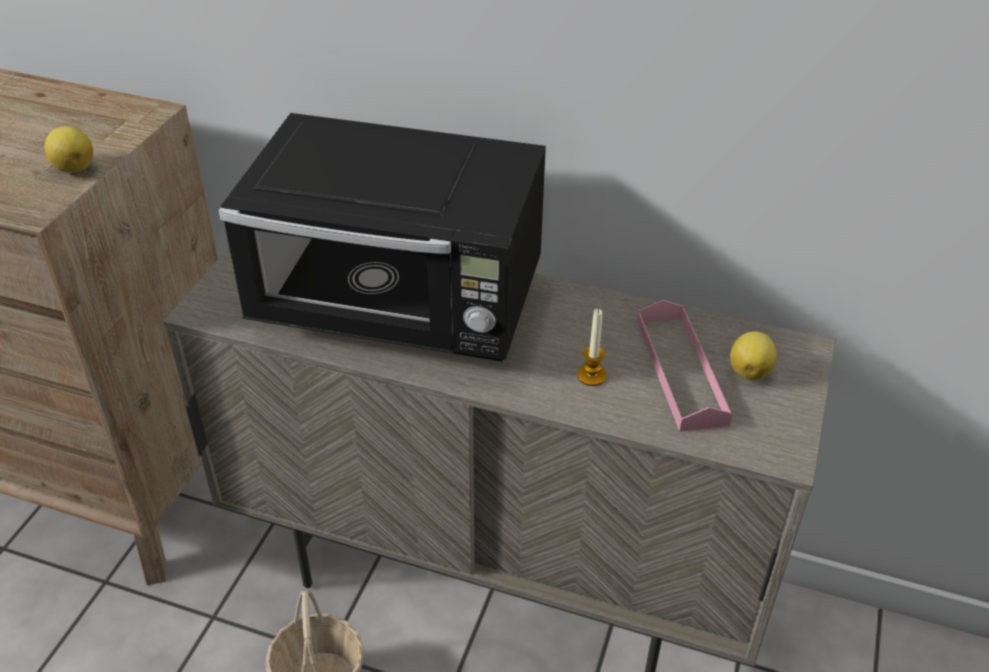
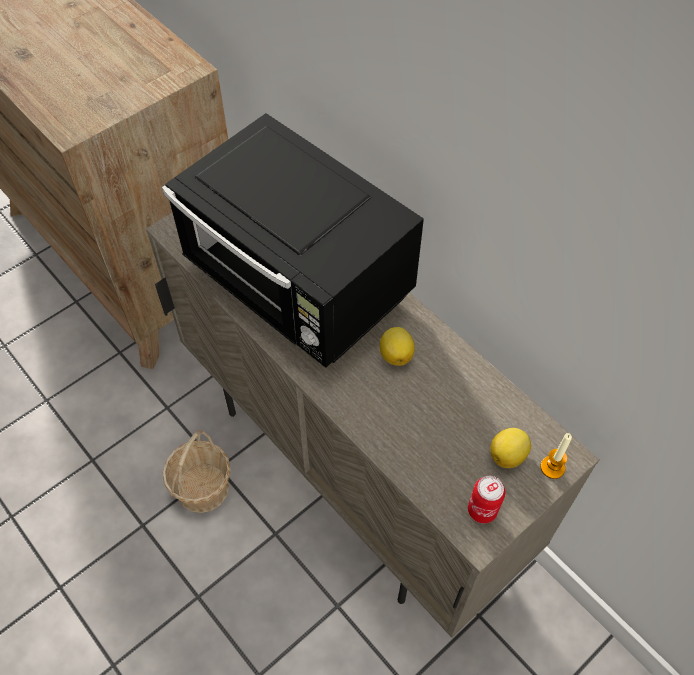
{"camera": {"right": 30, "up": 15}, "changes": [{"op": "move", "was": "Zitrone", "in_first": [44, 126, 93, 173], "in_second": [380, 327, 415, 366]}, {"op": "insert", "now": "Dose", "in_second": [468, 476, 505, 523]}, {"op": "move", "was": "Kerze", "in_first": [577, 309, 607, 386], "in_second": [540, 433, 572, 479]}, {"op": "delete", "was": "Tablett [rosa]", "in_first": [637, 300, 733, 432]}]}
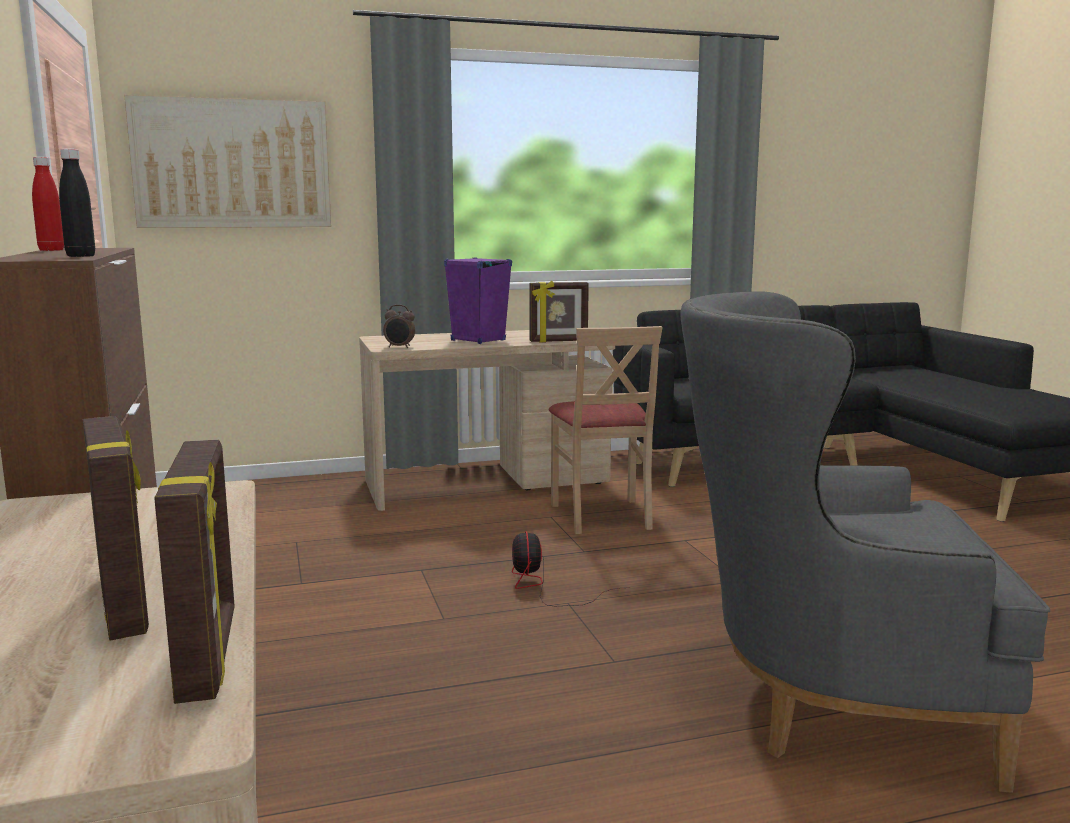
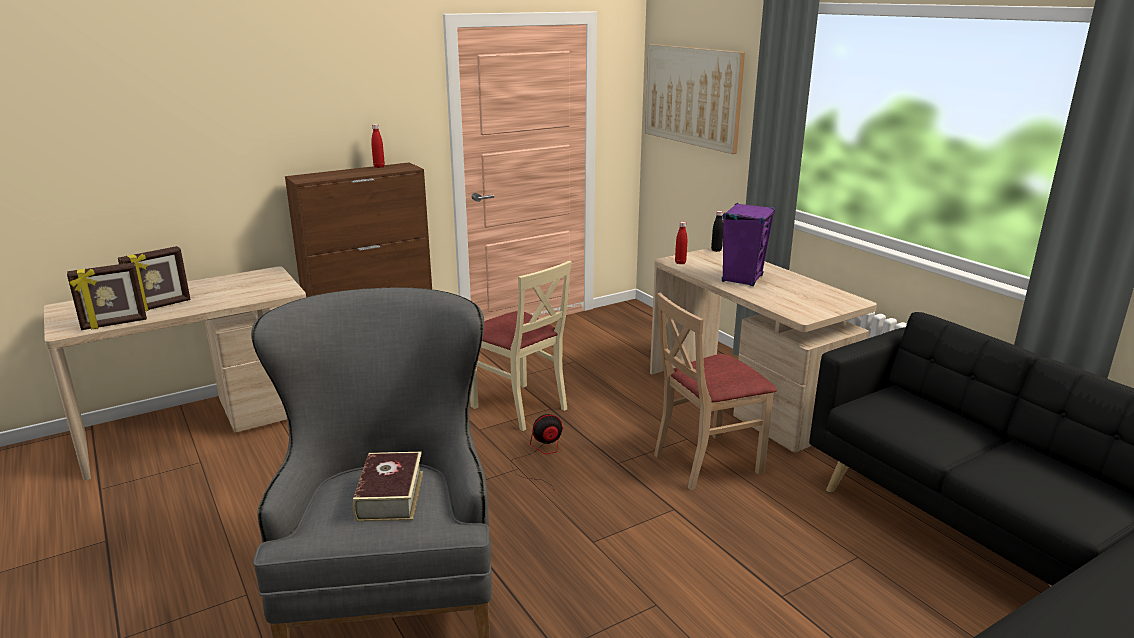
{"camera": {"right": 75, "up": 10}, "changes": [{"op": "insert", "now": "Buch", "in_second": [353, 452, 423, 522]}, {"op": "insert", "now": "Stuhl [beige]", "in_second": [470, 261, 572, 431]}, {"op": "replace", "was": "Wecker", "now": "Flasche [rot]", "in_first": [383, 305, 415, 348], "in_second": [675, 222, 687, 264]}, {"op": "move", "was": "Flasche [schwarz]", "in_first": [59, 149, 95, 257], "in_second": [711, 211, 723, 252]}, {"op": "delete", "was": "Bilderrahmen", "in_first": [530, 281, 589, 343]}]}
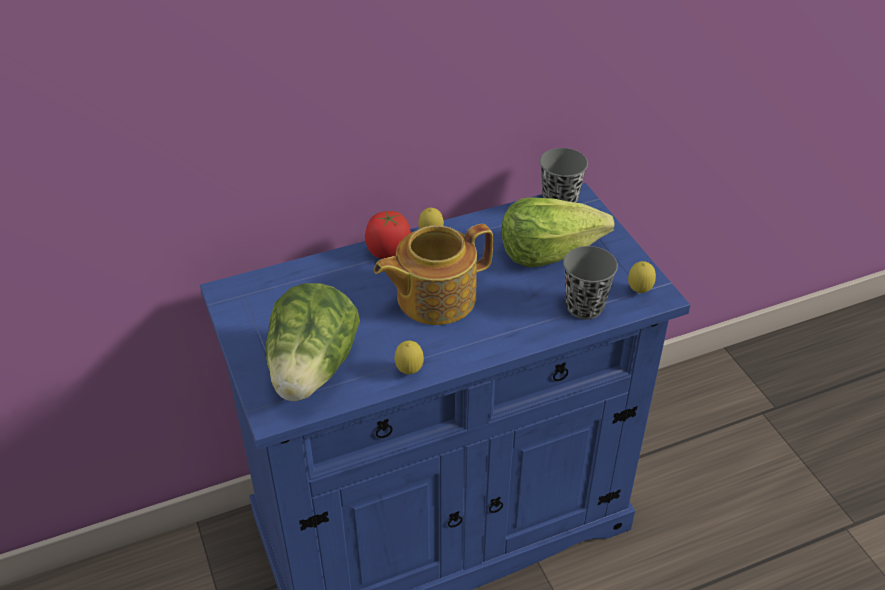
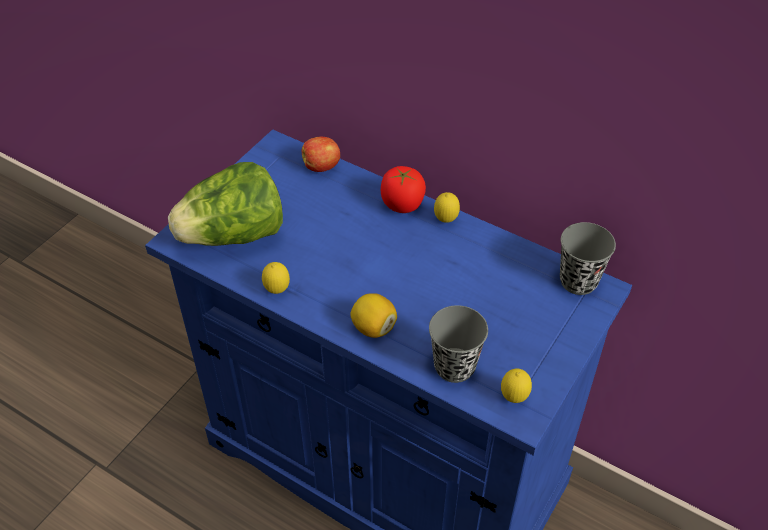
{"camera": {"right": 55, "up": 5}, "changes": [{"op": "insert", "now": "Apfel", "in_second": [301, 137, 340, 172]}, {"op": "insert", "now": "Zitrone", "in_second": [350, 293, 397, 338]}, {"op": "delete", "was": "Teekanne", "in_first": [374, 224, 493, 325]}, {"op": "delete", "was": "Salatkopf", "in_first": [502, 197, 615, 267]}]}
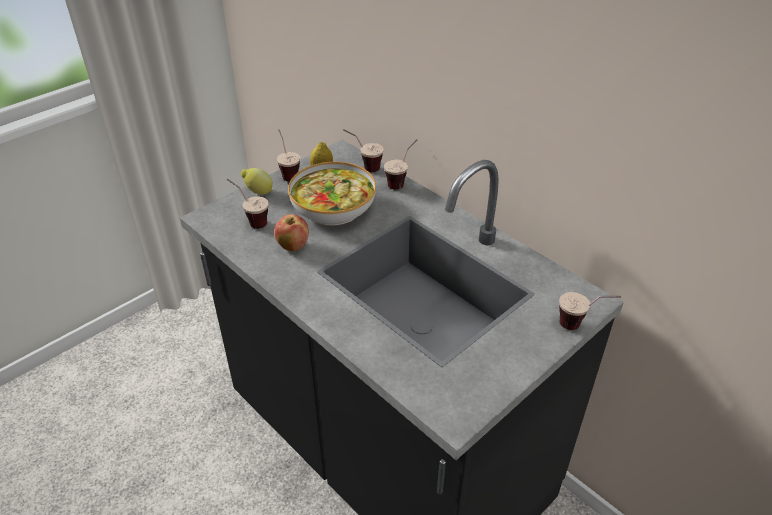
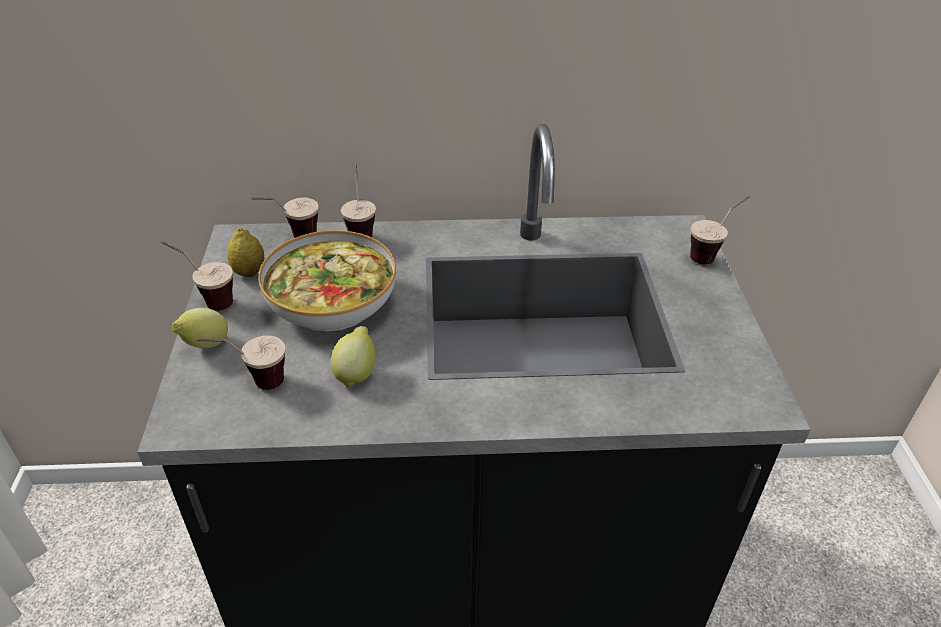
{"camera": {"right": -50, "up": 0}, "changes": [{"op": "replace", "was": "Apfel", "now": "Zitrone", "in_first": [274, 214, 309, 251], "in_second": [331, 326, 375, 388]}]}
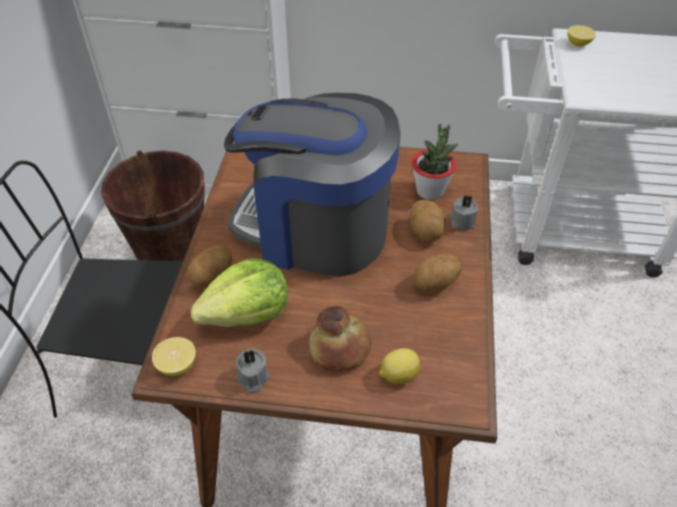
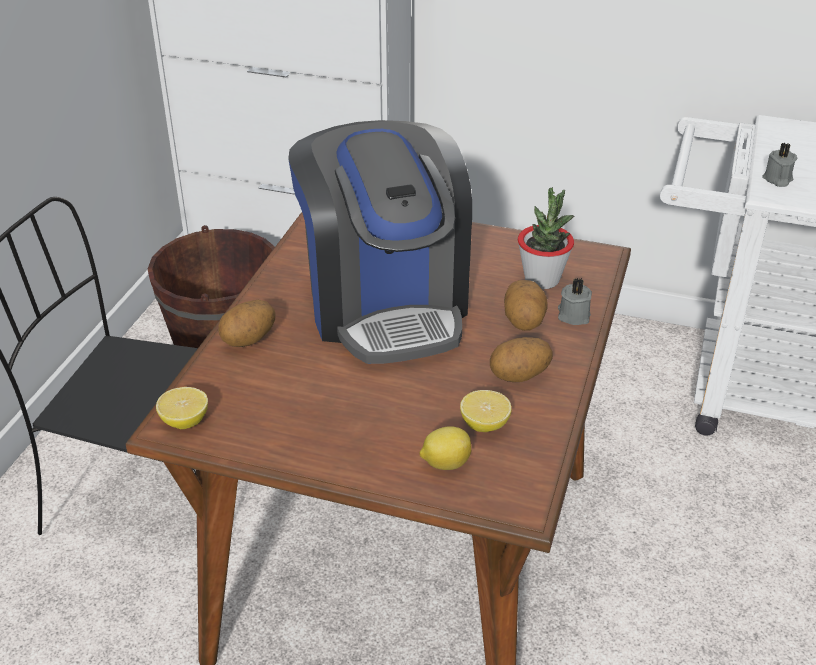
{"camera": {"right": 10, "up": -10}, "changes": [{"op": "rotate", "was": "Kaffeemaschine", "in_first": [224, 93, 401, 276], "in_second": [288, 120, 472, 364], "clockwise": -135}, {"op": "move", "was": "Zitrone", "in_first": [568, 25, 596, 47], "in_second": [460, 390, 512, 432]}, {"op": "move", "was": "Kerze [grau]", "in_first": [236, 349, 269, 393], "in_second": [762, 143, 798, 187]}, {"op": "delete", "was": "Salatkopf", "in_first": [190, 258, 288, 327]}, {"op": "delete", "was": "Brot", "in_first": [309, 306, 371, 371]}]}
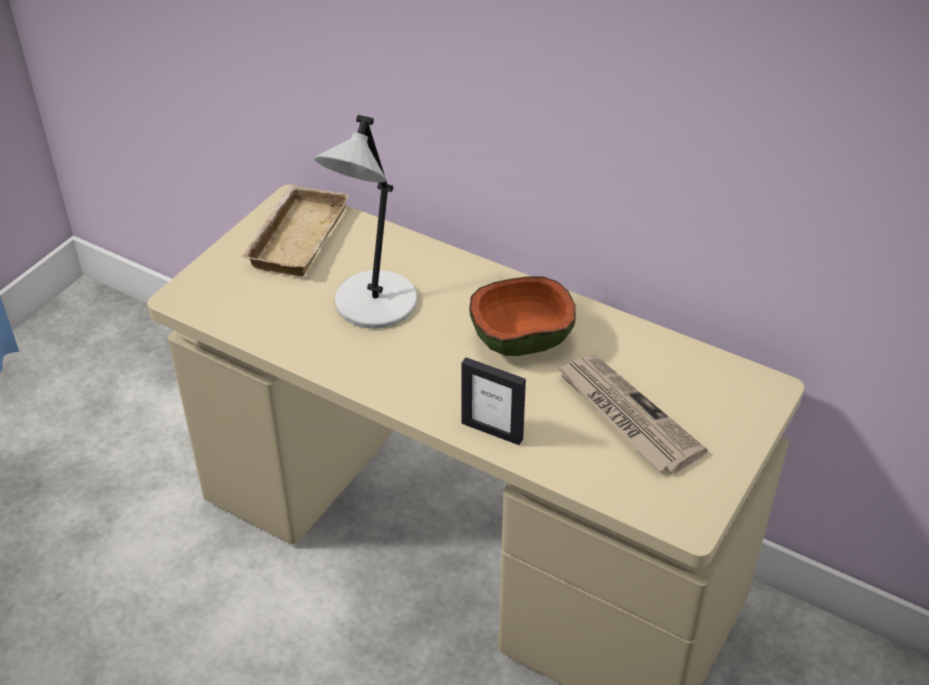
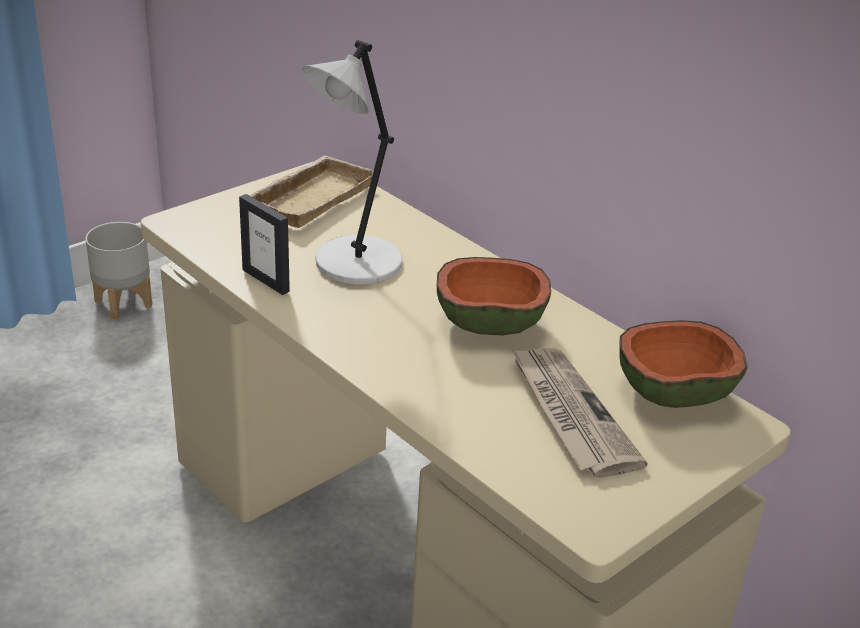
{"camera": {"right": 15, "up": -10}, "changes": [{"op": "insert", "now": "Pflanzkübel [grau]", "in_second": [86, 222, 152, 319]}, {"op": "move", "was": "Bilderrahmen", "in_first": [461, 357, 526, 445], "in_second": [239, 194, 290, 295]}, {"op": "insert", "now": "Schüssel", "in_second": [619, 320, 748, 408]}]}
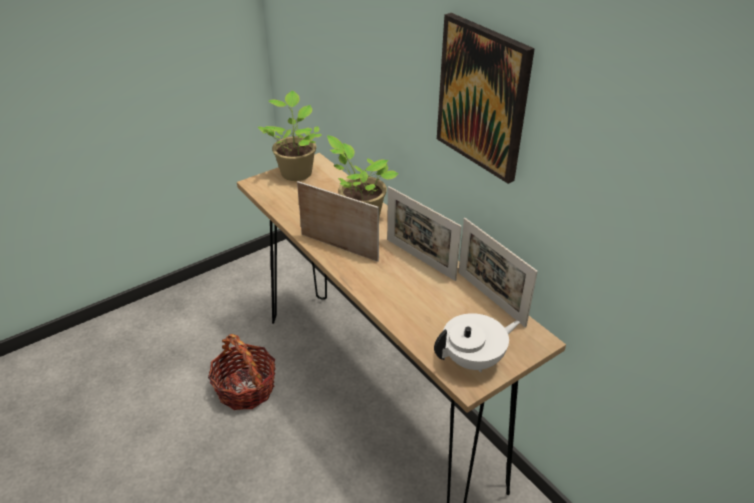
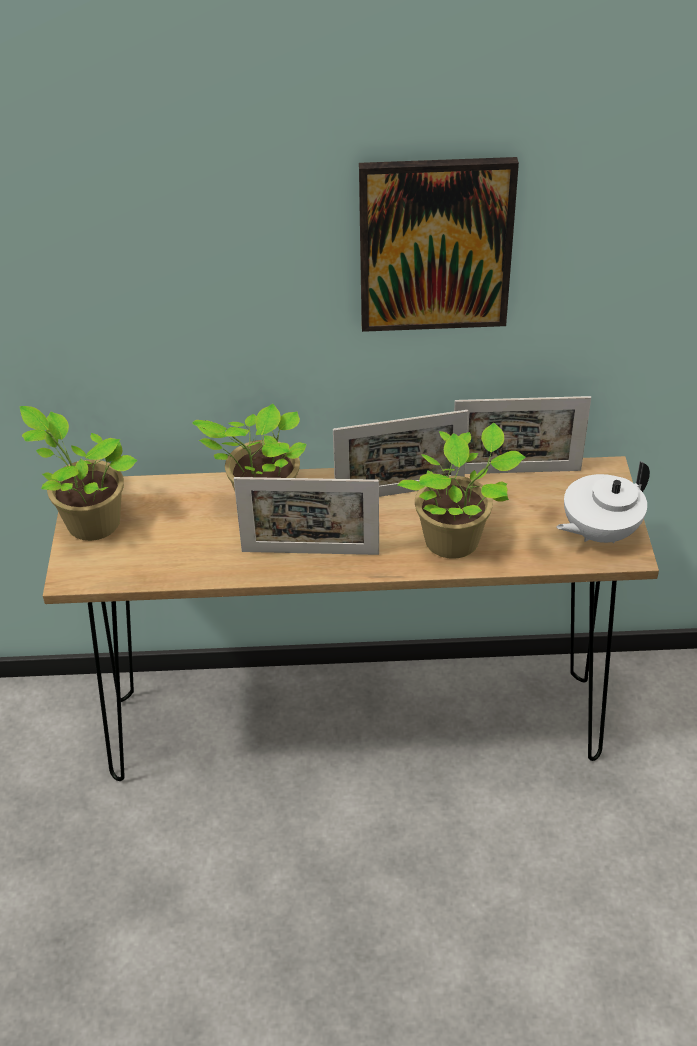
{"camera": {"right": -55, "up": 5}, "changes": [{"op": "rotate", "was": "Bilderrahmen", "in_first": [297, 181, 379, 262], "in_second": [234, 477, 379, 555], "clockwise": -150}, {"op": "insert", "now": "Topfpflanze", "in_second": [398, 423, 525, 559]}, {"op": "rotate", "was": "Teekanne [weiß]", "in_first": [434, 313, 520, 372], "in_second": [556, 461, 650, 543], "clockwise": -135}, {"op": "delete", "was": "Korb", "in_first": [208, 334, 276, 410]}]}
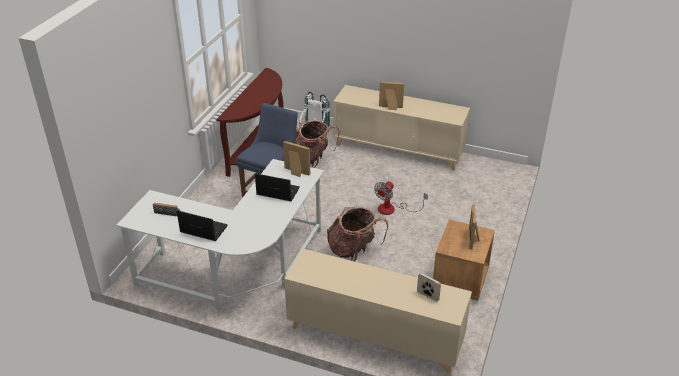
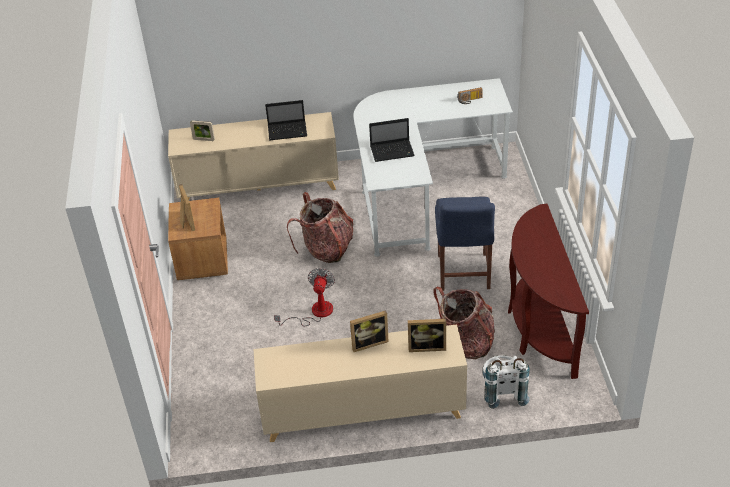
{"camera": {"right": 155, "up": 5}, "changes": [{"op": "move", "was": "Laptop", "in_first": [177, 210, 228, 241], "in_second": [265, 100, 307, 140]}, {"op": "move", "was": "Bilderrahmen", "in_first": [283, 141, 310, 177], "in_second": [408, 319, 446, 352]}]}
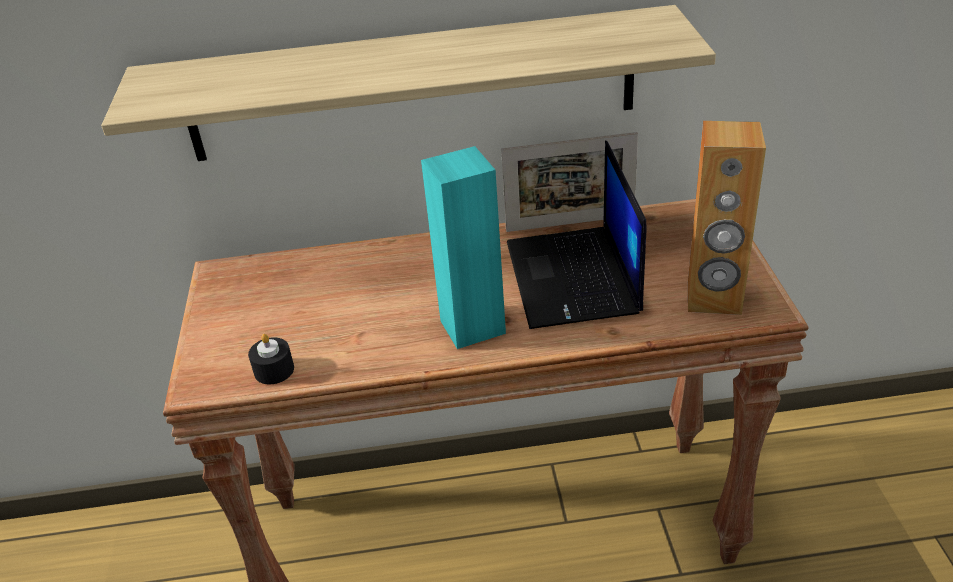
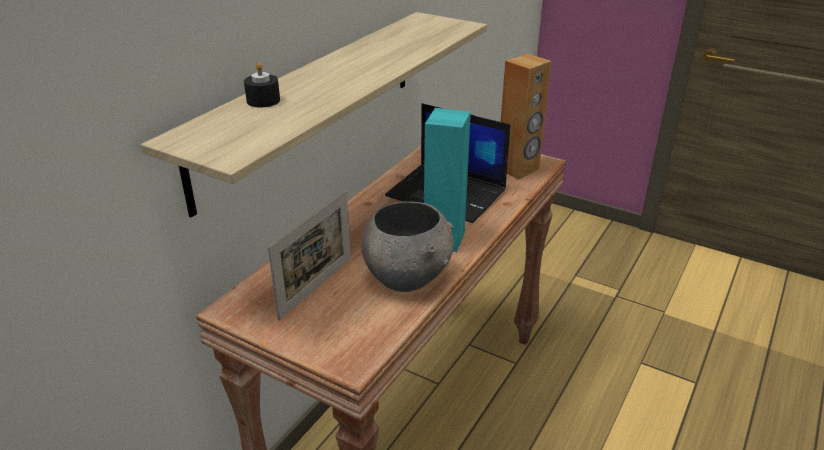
{"camera": {"right": -55, "up": -5}, "changes": [{"op": "move", "was": "Kerze [schwarz]", "in_first": [248, 334, 294, 385], "in_second": [244, 62, 280, 108]}, {"op": "move", "was": "Bilderrahmen", "in_first": [501, 132, 638, 232], "in_second": [268, 190, 351, 321]}, {"op": "insert", "now": "Schüssel [grau]", "in_second": [361, 201, 454, 292]}]}
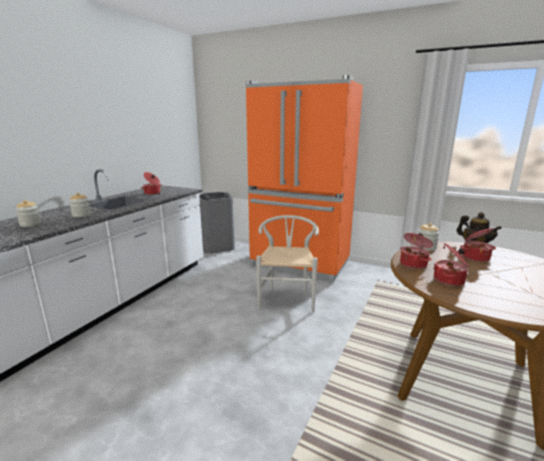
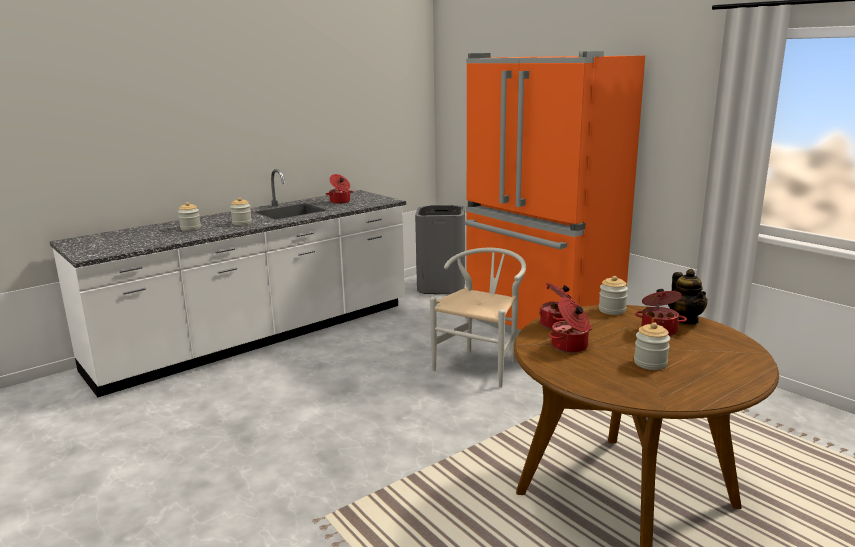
{"camera": {"right": 25, "up": 0}, "changes": [{"op": "insert", "now": "Vorratsglas", "in_second": [634, 322, 670, 370]}]}
